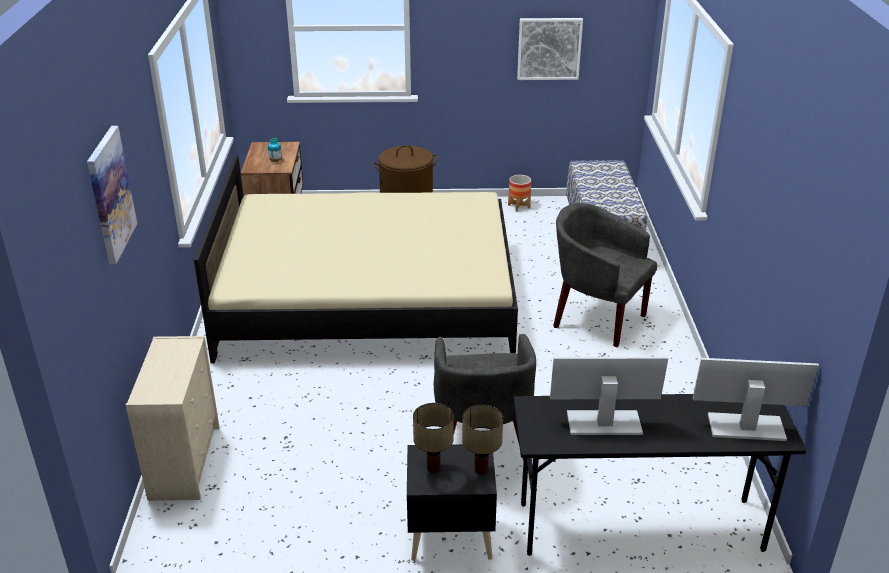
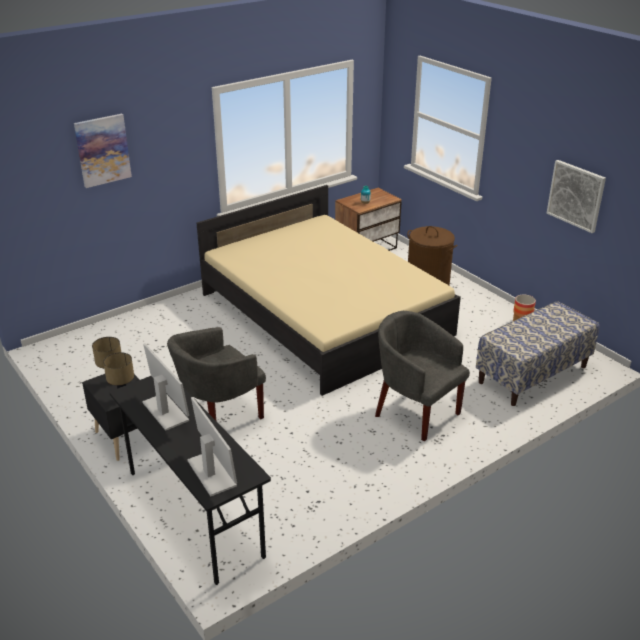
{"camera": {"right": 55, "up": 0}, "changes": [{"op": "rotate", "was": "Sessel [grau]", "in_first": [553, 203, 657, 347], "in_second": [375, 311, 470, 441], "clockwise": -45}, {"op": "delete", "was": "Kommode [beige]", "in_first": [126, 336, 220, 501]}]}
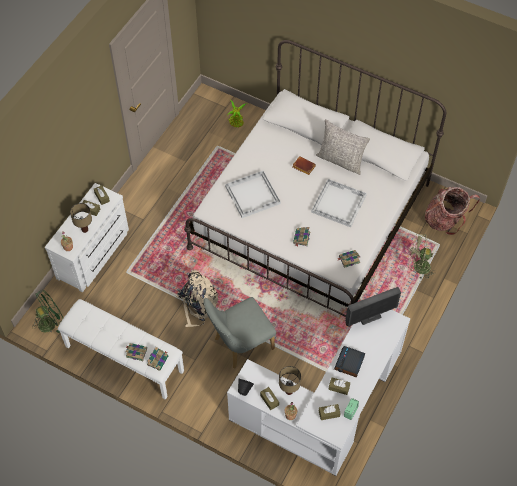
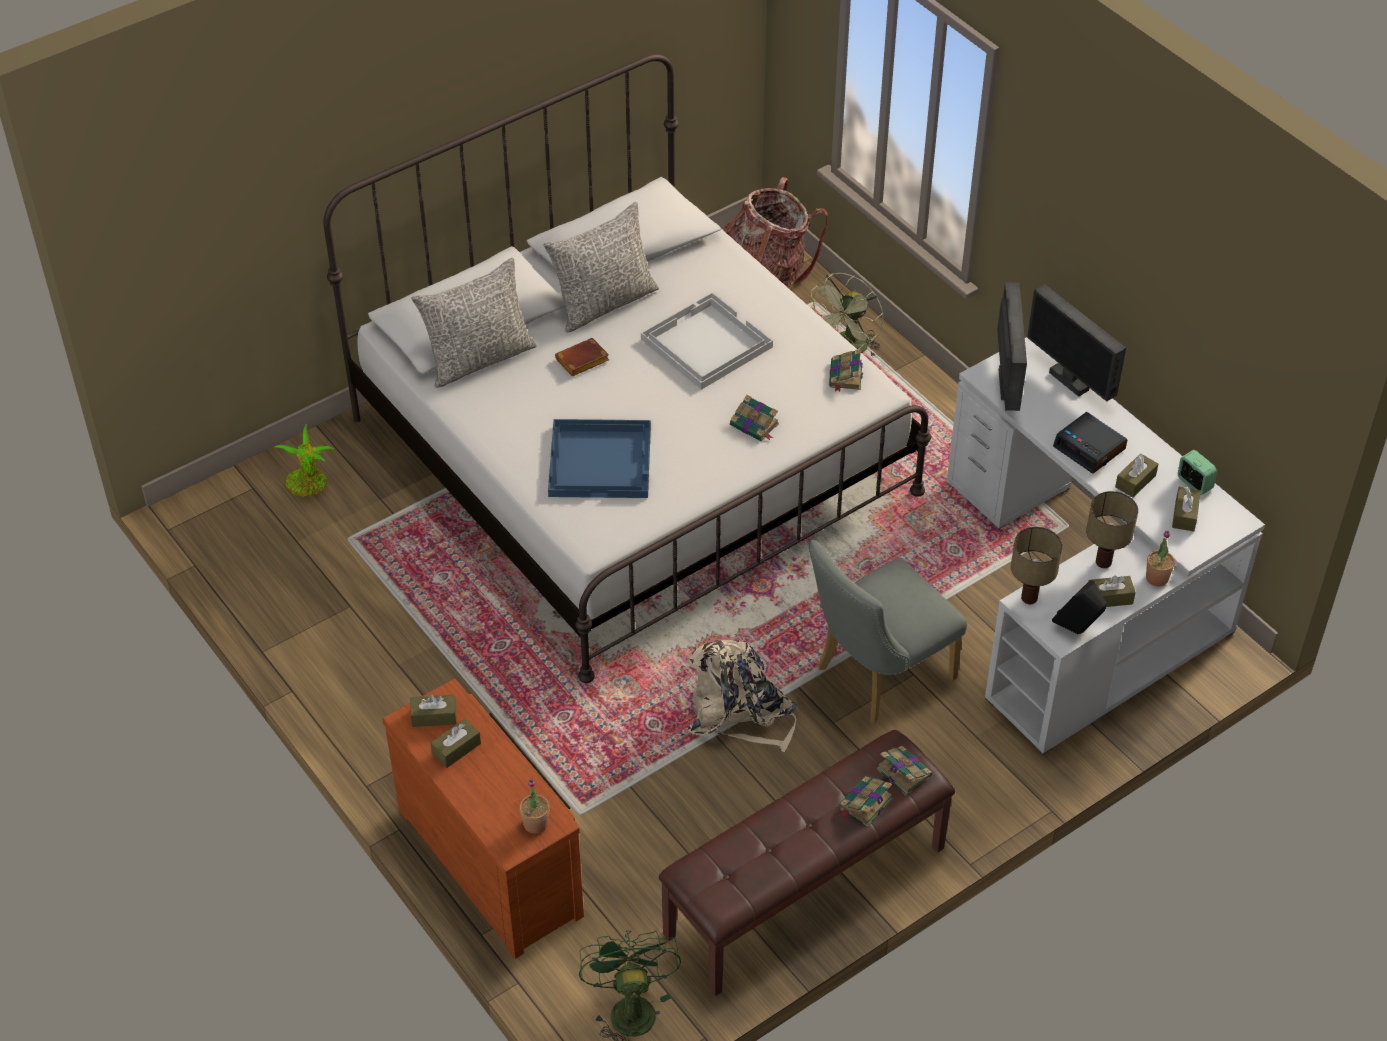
{"camera": {"right": -65, "up": -10}, "changes": [{"op": "recolor", "was": "Kommode [weiß]", "now": "Kommode [braun]", "in_first": [45, 183, 129, 292], "in_second": [383, 679, 584, 959]}, {"op": "insert", "now": "Kissen [grau]", "in_second": [411, 258, 537, 388]}, {"op": "recolor", "was": "Tablett [weiß]", "now": "Tablett [blau]", "in_first": [225, 171, 281, 218], "in_second": [548, 419, 651, 498]}, {"op": "recolor", "was": "Bank [weiß]", "now": "Bank [braun]", "in_first": [58, 299, 184, 400], "in_second": [659, 730, 955, 996]}, {"op": "rotate", "was": "Stuhl [grau]", "in_first": [203, 297, 276, 369], "in_second": [808, 540, 967, 724], "clockwise": 60}, {"op": "move", "was": "Tischlampe", "in_first": [70, 203, 92, 233], "in_second": [1011, 527, 1063, 604]}, {"op": "insert", "now": "Monitor", "in_second": [1027, 284, 1126, 402]}]}
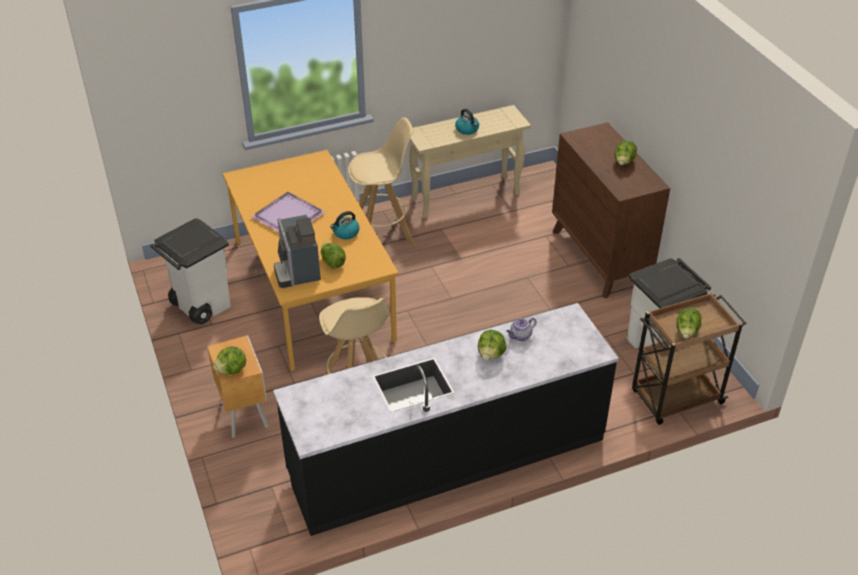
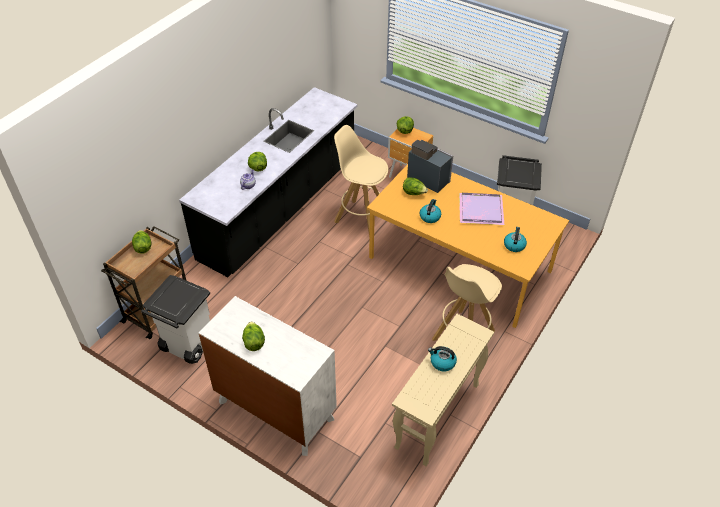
{"camera": {"right": 145, "up": 5}, "changes": [{"op": "recolor", "was": "Kommode [braun]", "now": "Kommode [weiß]", "in_first": [552, 122, 670, 299], "in_second": [199, 296, 337, 456]}, {"op": "insert", "now": "Wasserkessel", "in_second": [504, 227, 527, 252]}]}
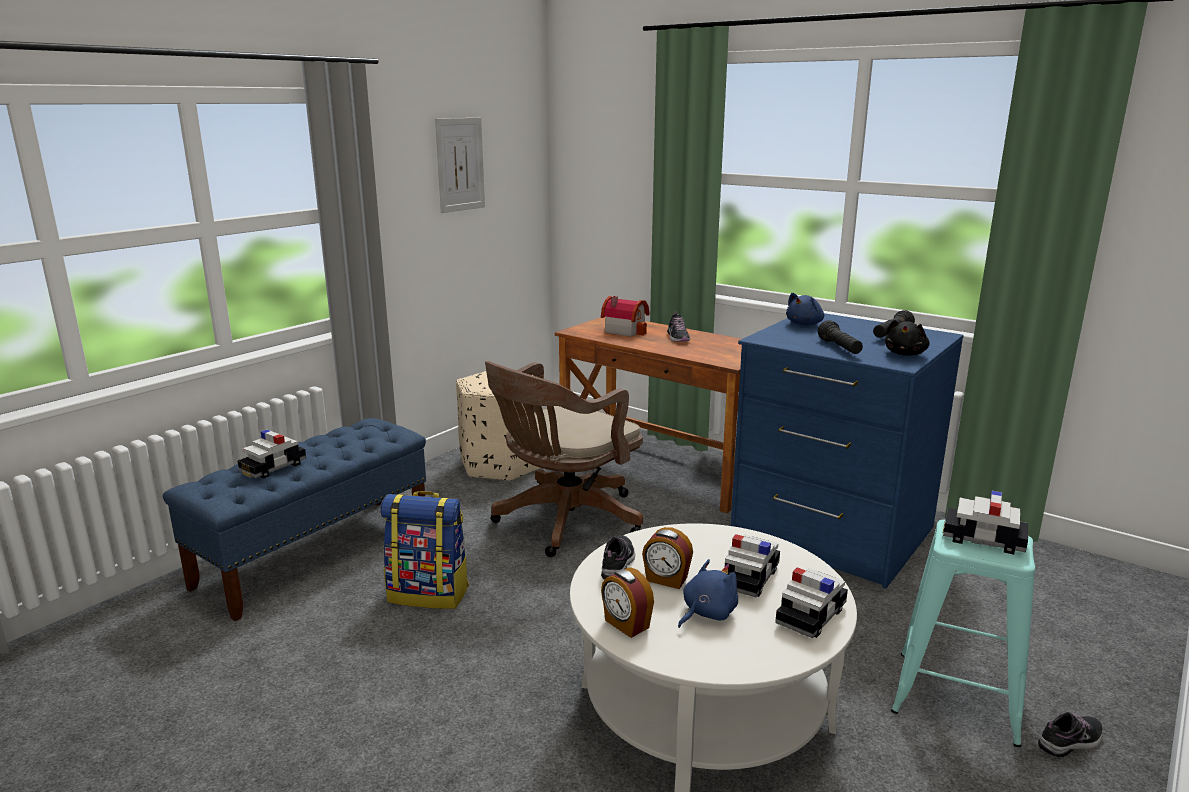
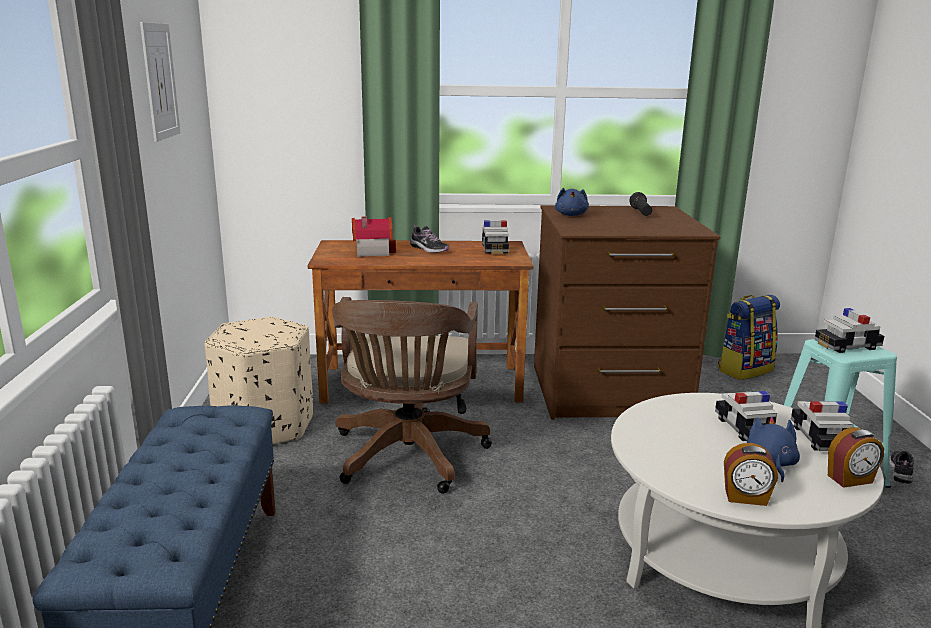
{"camera": {"right": -40, "up": 0}, "changes": [{"op": "move", "was": "Spielzeugauto", "in_first": [238, 430, 306, 479], "in_second": [482, 220, 509, 254]}, {"op": "recolor", "was": "Kommode [blau]", "now": "Kommode [braun]", "in_first": [731, 313, 964, 589], "in_second": [534, 205, 721, 420]}, {"op": "move", "was": "Rucksack", "in_first": [380, 491, 469, 609], "in_second": [718, 295, 780, 380]}, {"op": "move", "was": "Wecker", "in_first": [642, 527, 693, 589], "in_second": [828, 427, 884, 488]}, {"op": "delete", "was": "Schuh", "in_first": [601, 535, 635, 580]}, {"op": "delete", "was": "Taschenlampe [schwarz]", "in_first": [818, 320, 863, 354]}, {"op": "delete", "was": "Plüschtier [schwarz]", "in_first": [885, 320, 930, 356]}]}
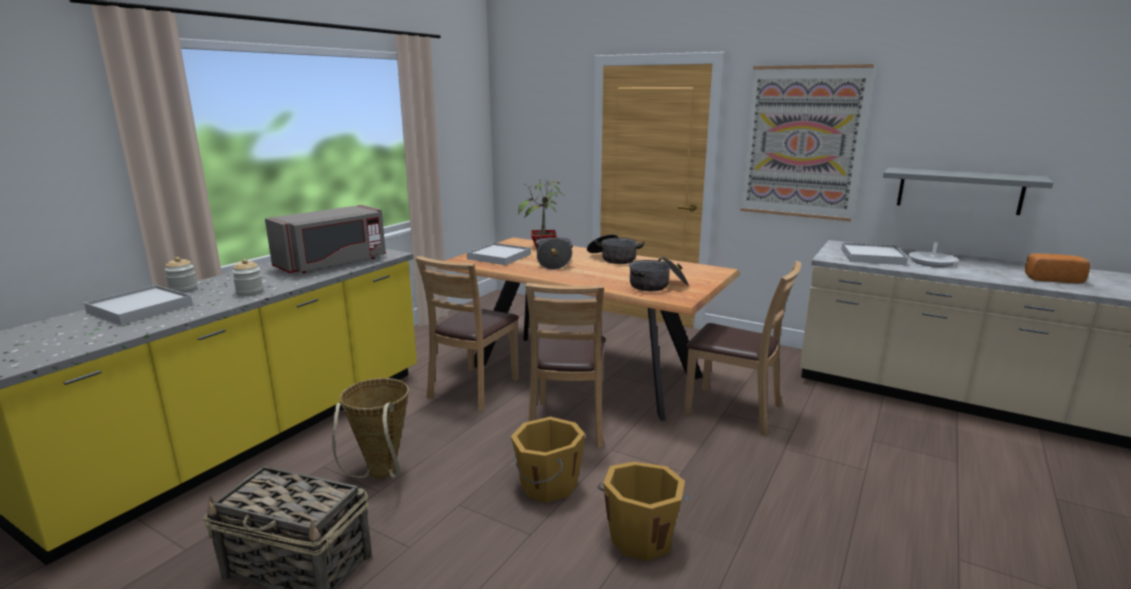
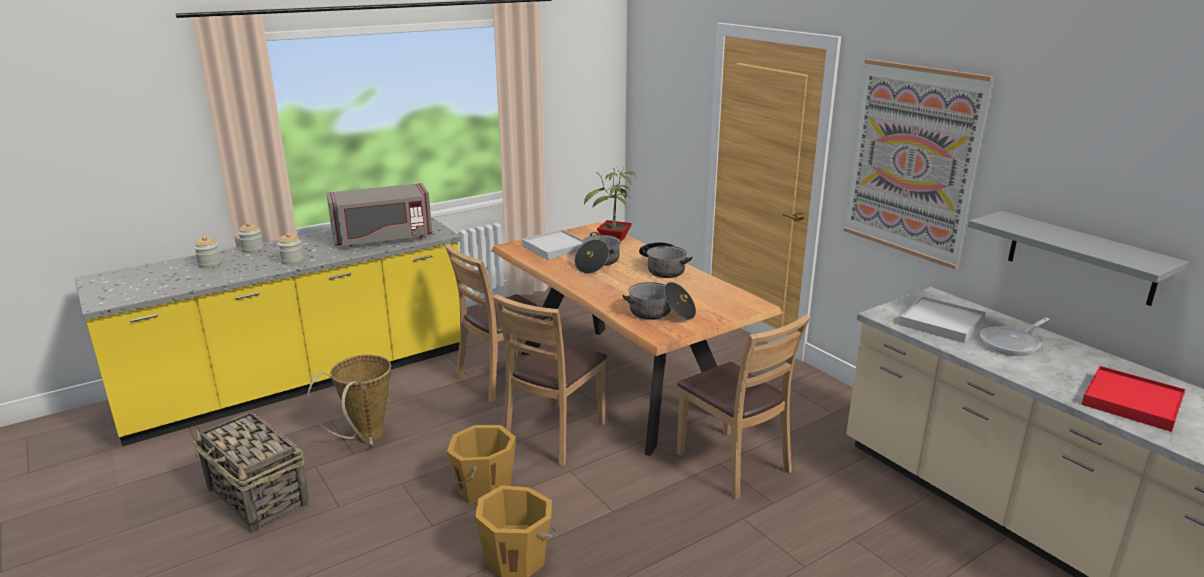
{"camera": {"right": 25, "up": 5}, "changes": [{"op": "replace", "was": "Tablett [weiß]", "now": "Vorratsglas", "in_first": [84, 285, 193, 325], "in_second": [194, 236, 221, 268]}, {"op": "replace", "was": "Brot", "now": "Tablett [rot]", "in_first": [1025, 253, 1090, 284], "in_second": [1081, 366, 1186, 432]}]}
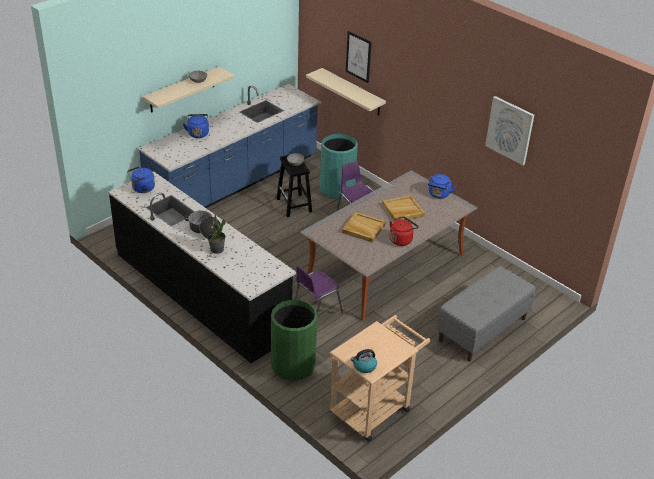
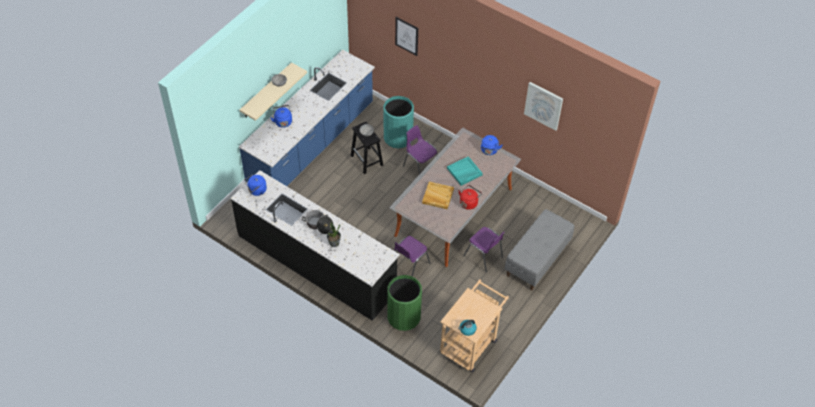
{"camera": {"right": -10, "up": 15}, "changes": [{"op": "recolor", "was": "Tablett [beige]", "now": "Tablett [türkis]", "in_first": [382, 195, 425, 221], "in_second": [447, 156, 483, 186]}, {"op": "insert", "now": "Stuhl [lila]", "in_second": [463, 227, 505, 273]}, {"op": "delete", "was": "Wandregal [beige]", "in_first": [306, 68, 386, 116]}]}
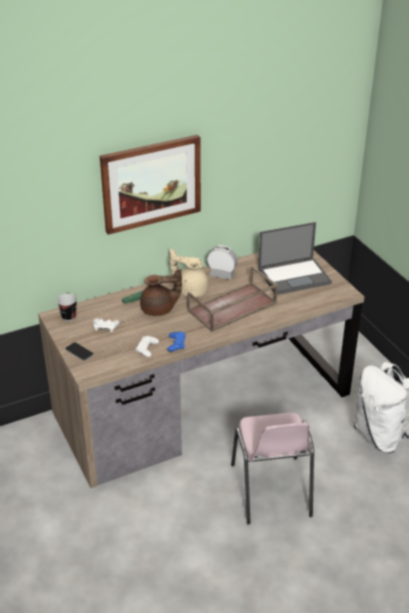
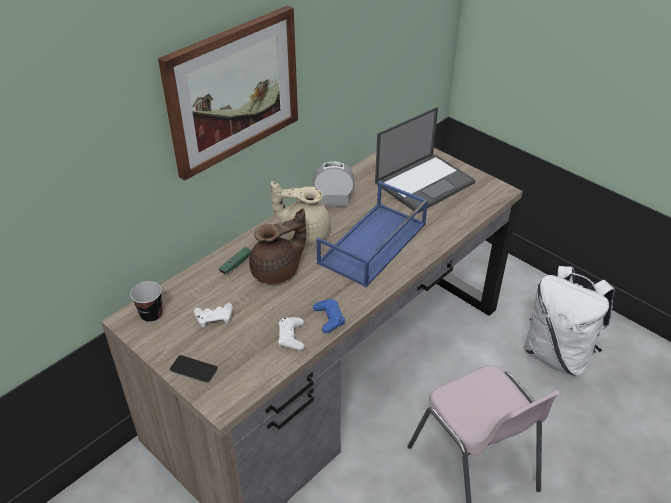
{"camera": {"right": -20, "up": 5}, "changes": [{"op": "recolor", "was": "Tablett [braun]", "now": "Tablett [blau]", "in_first": [187, 266, 278, 332], "in_second": [317, 181, 428, 287]}]}
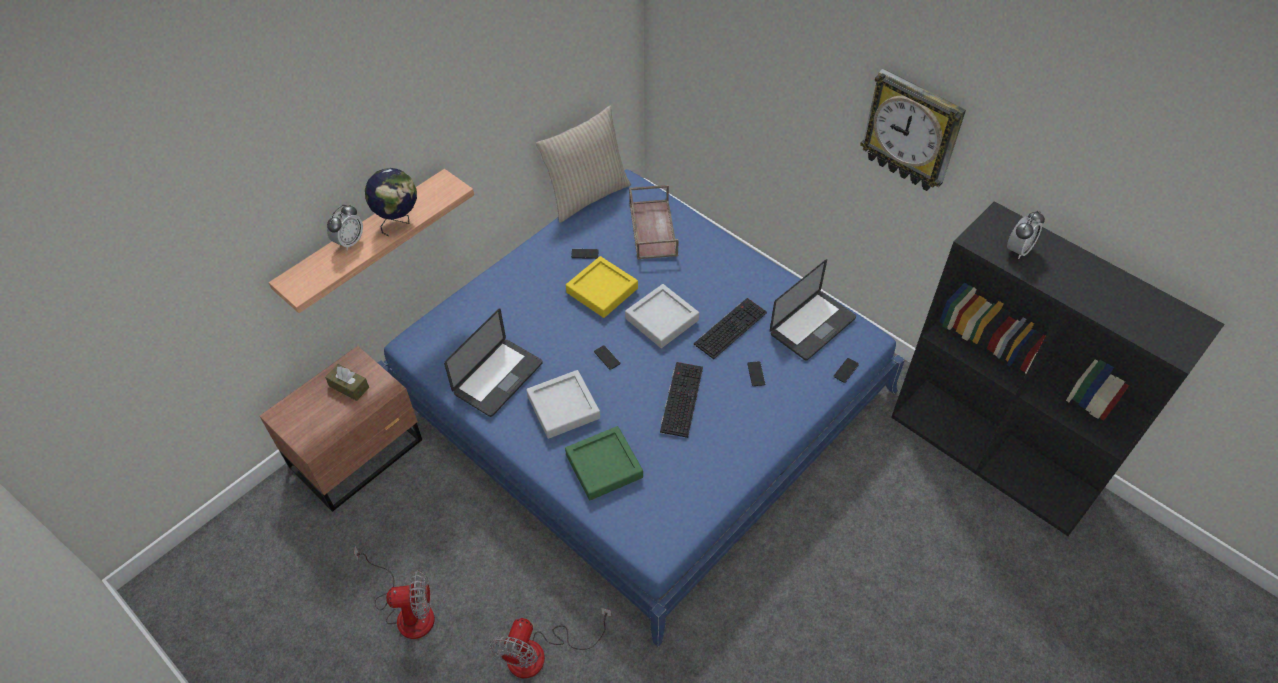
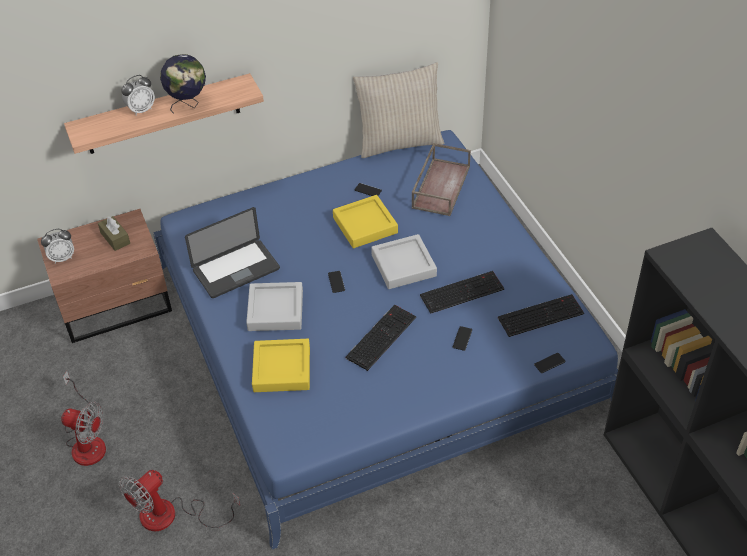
{"camera": {"right": 25, "up": -5}, "changes": [{"op": "move", "was": "Wecker", "in_first": [1007, 211, 1045, 259], "in_second": [41, 229, 74, 264]}, {"op": "recolor", "was": "Tablett [grün]", "now": "Tablett [gelb]", "in_first": [565, 426, 643, 500], "in_second": [252, 339, 310, 392]}, {"op": "replace", "was": "Laptop", "now": "Tastatur", "in_first": [770, 259, 856, 360], "in_second": [498, 294, 584, 337]}, {"op": "delete", "was": "Wanduhr", "in_first": [860, 69, 966, 191]}]}
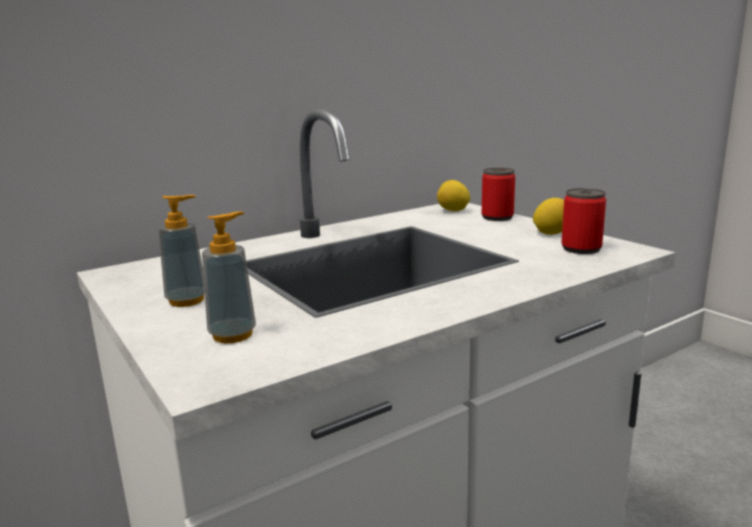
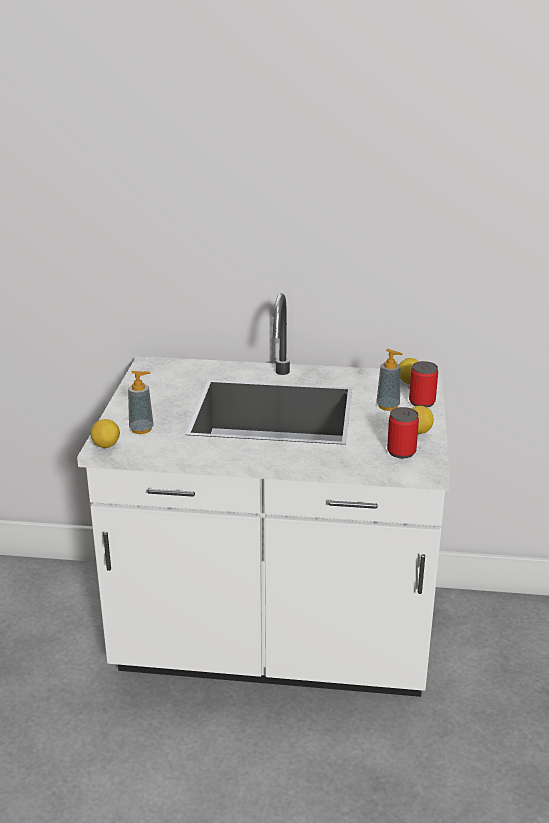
{"camera": {"right": 40, "up": 10}, "changes": [{"op": "insert", "now": "Zitrone", "in_second": [91, 419, 120, 448]}, {"op": "move", "was": "Seifenspender", "in_first": [158, 195, 205, 307], "in_second": [377, 349, 403, 411]}]}
